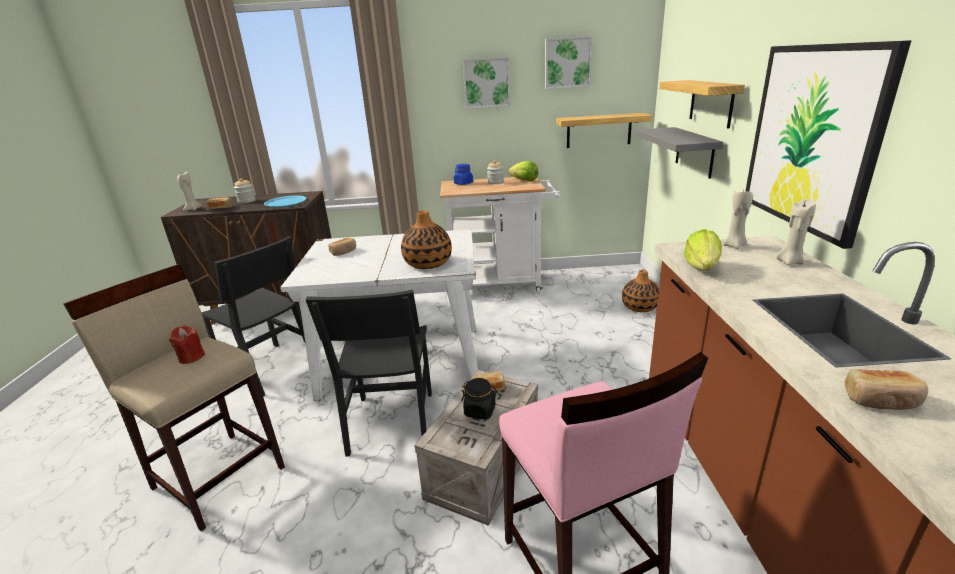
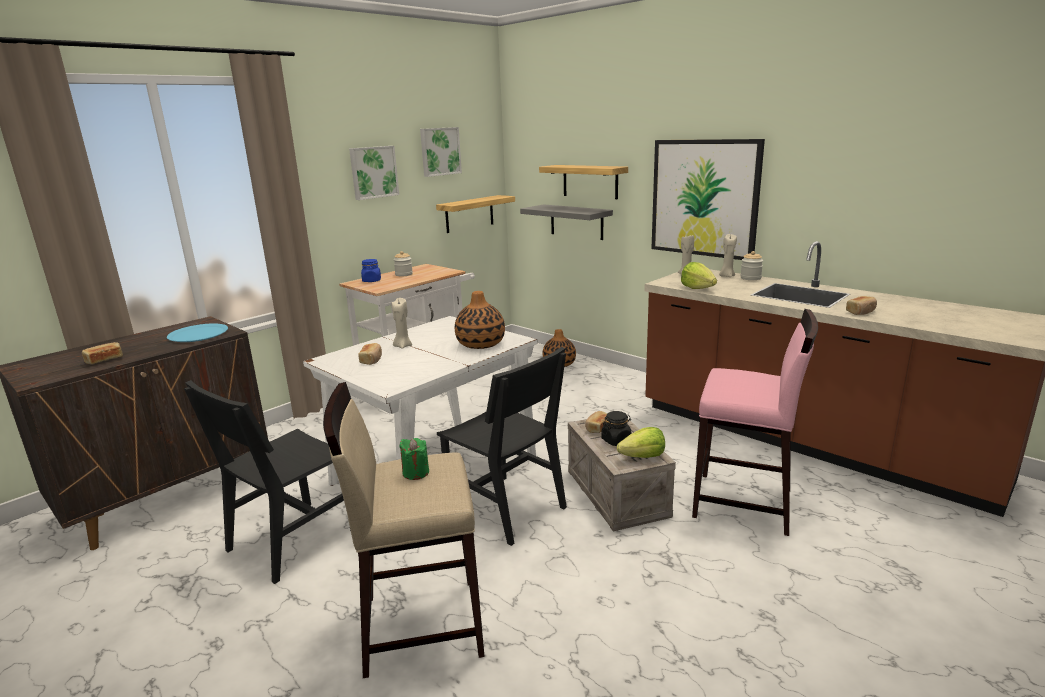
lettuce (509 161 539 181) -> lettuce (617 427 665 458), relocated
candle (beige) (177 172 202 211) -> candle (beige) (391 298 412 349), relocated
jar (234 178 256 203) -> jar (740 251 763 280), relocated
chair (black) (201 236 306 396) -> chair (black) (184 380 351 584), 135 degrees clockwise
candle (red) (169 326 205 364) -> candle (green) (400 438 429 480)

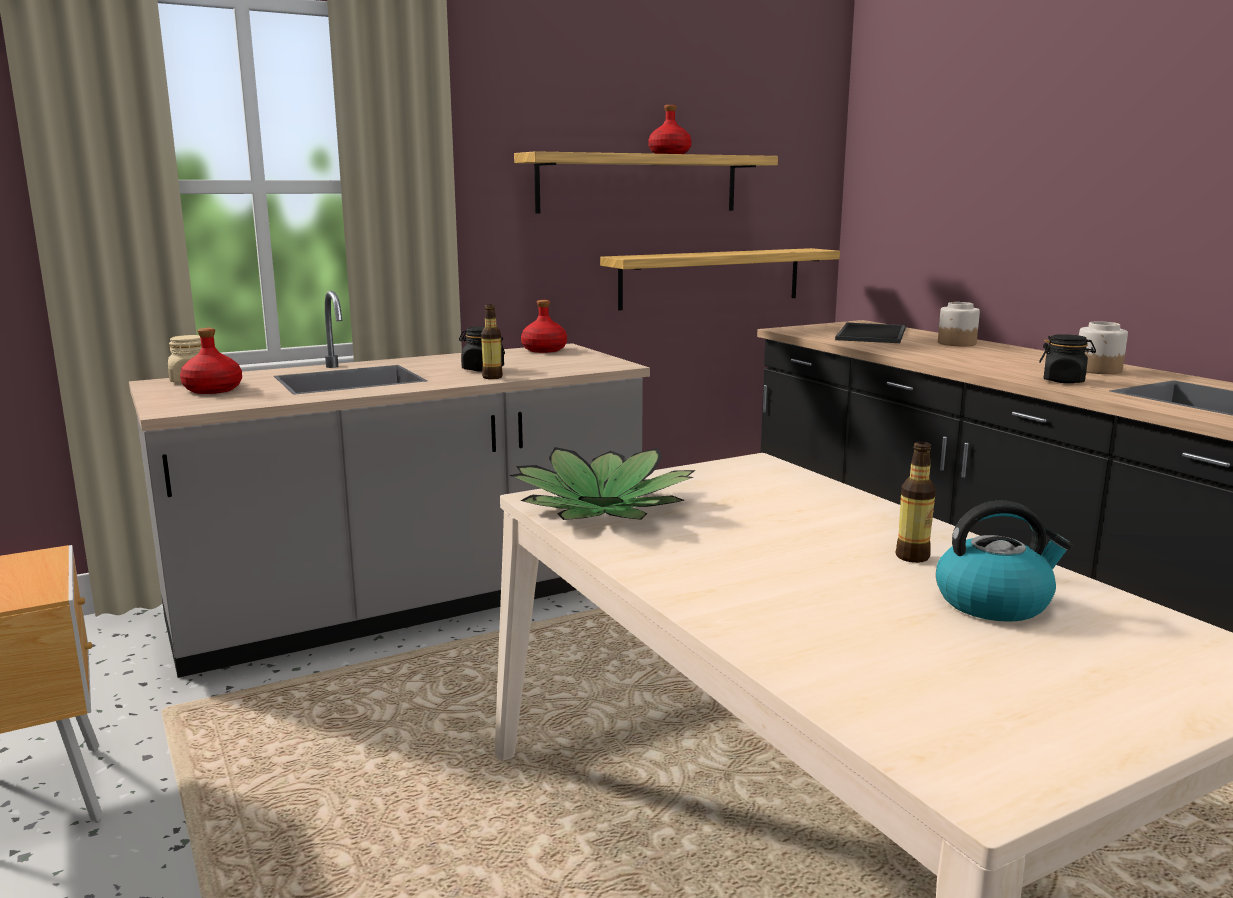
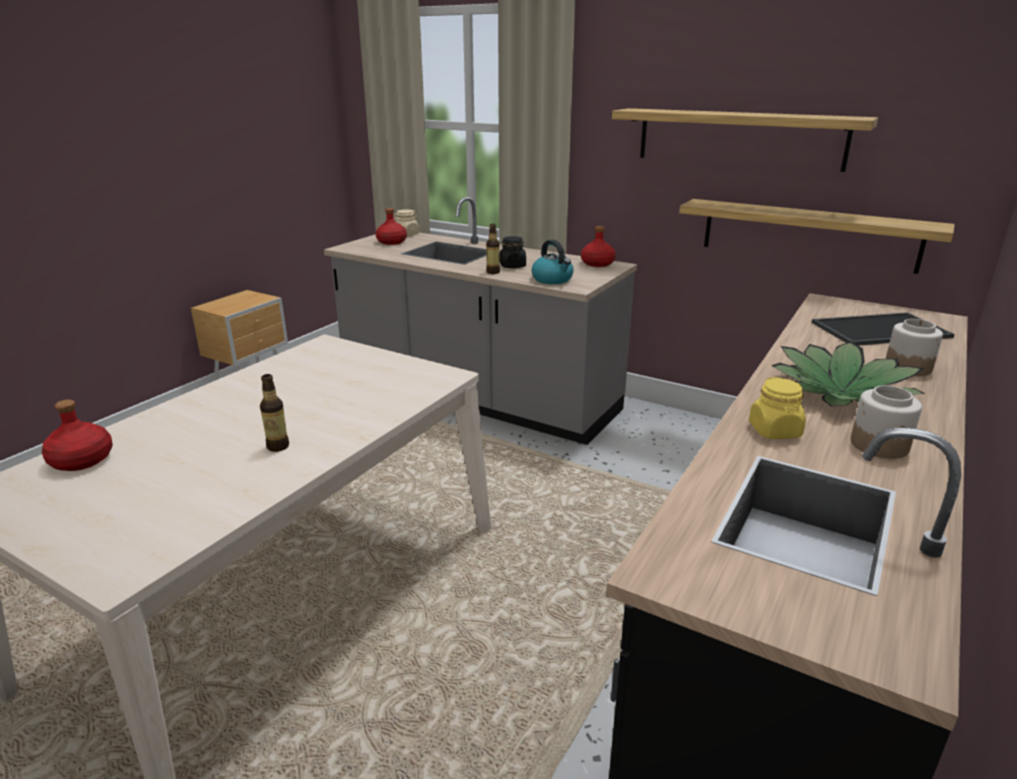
bottle (red) (648 105 692 154) -> bottle (red) (42 399 113 471), relocated
jar (black) (1039 334 1096 383) -> jar (yellow) (749 377 806 439)
potted plant (509 447 696 520) -> potted plant (771 341 926 406), relocated
kettle (936 500 1072 622) -> kettle (532 240 573 284), relocated

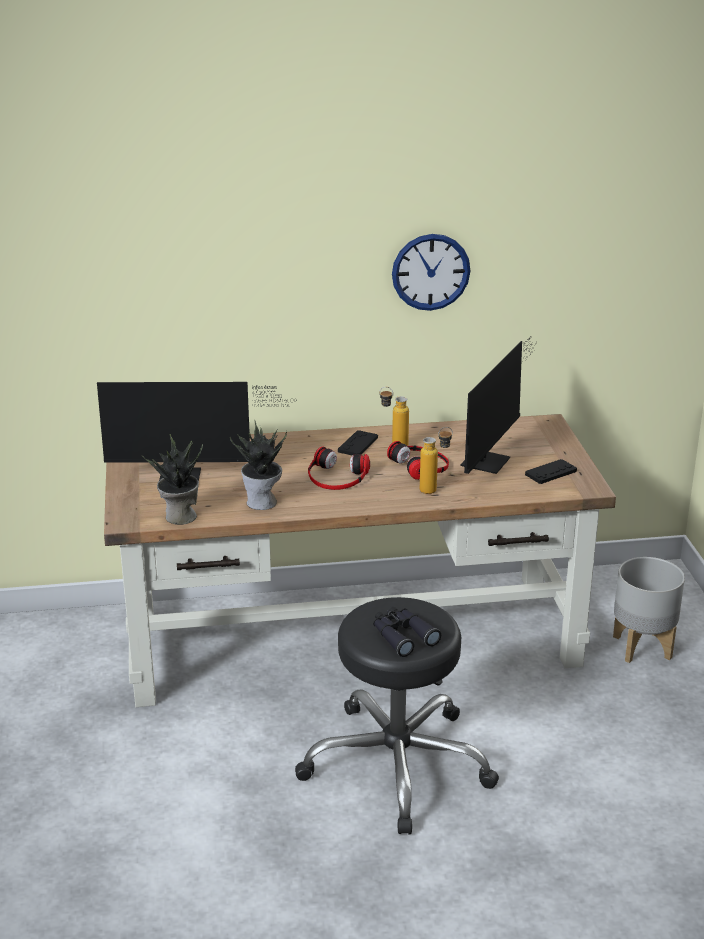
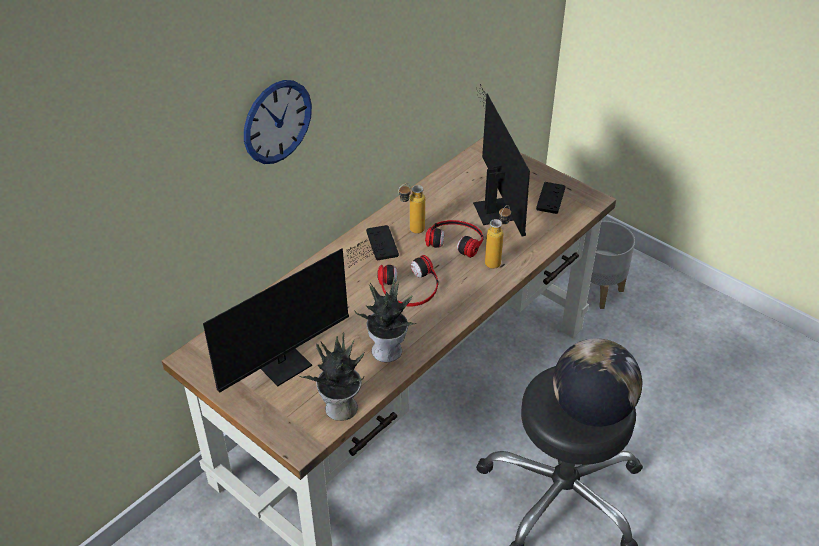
wall clock (392 234 470 311) -> wall clock (244 80 312 164), relocated
binoculars (black) (373 607 441 657) -> globe (553 338 642 427)

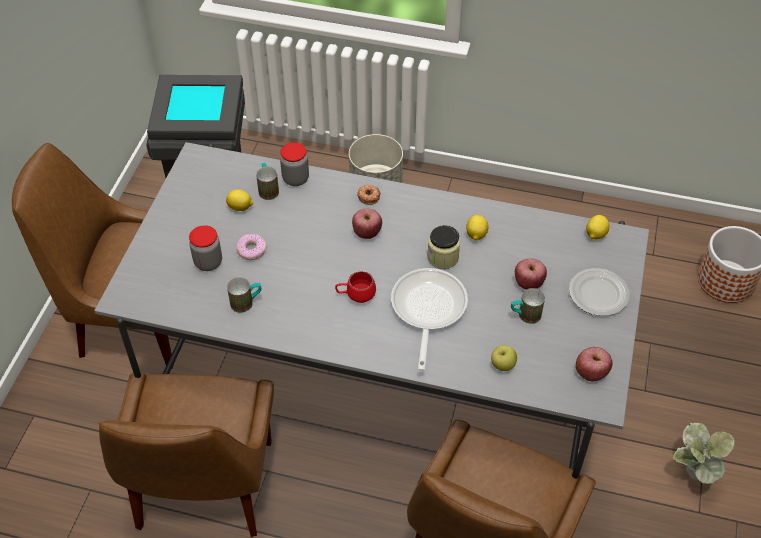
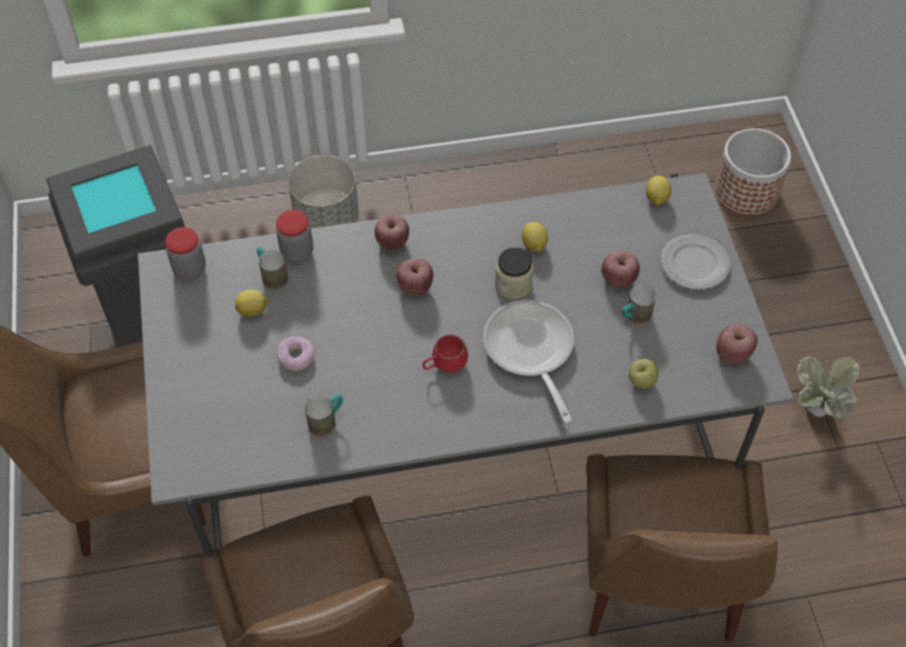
donut (357 185 381 205) -> apple (375 214 409 250)
jar (189 225 222 271) -> jar (165 227 206 280), relocated

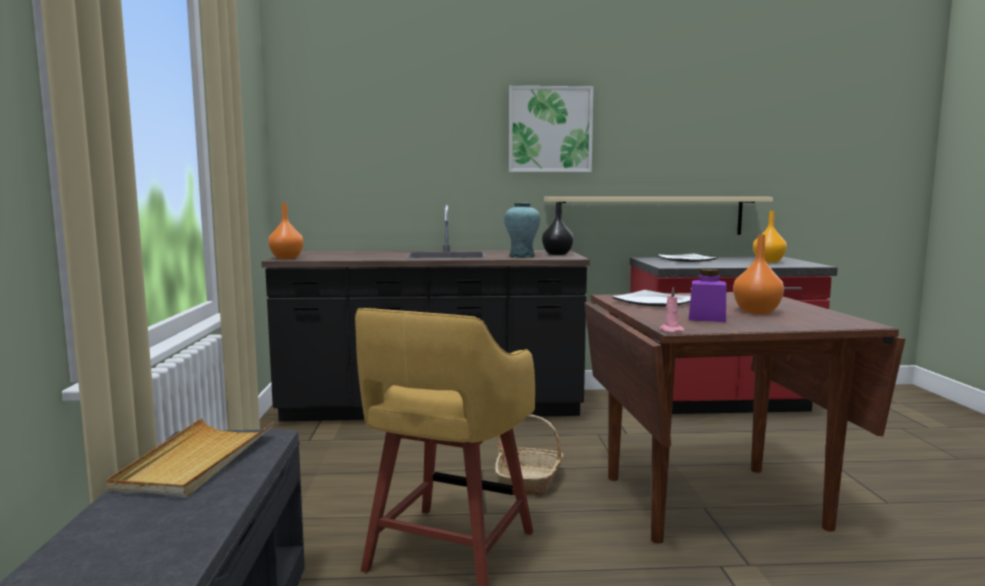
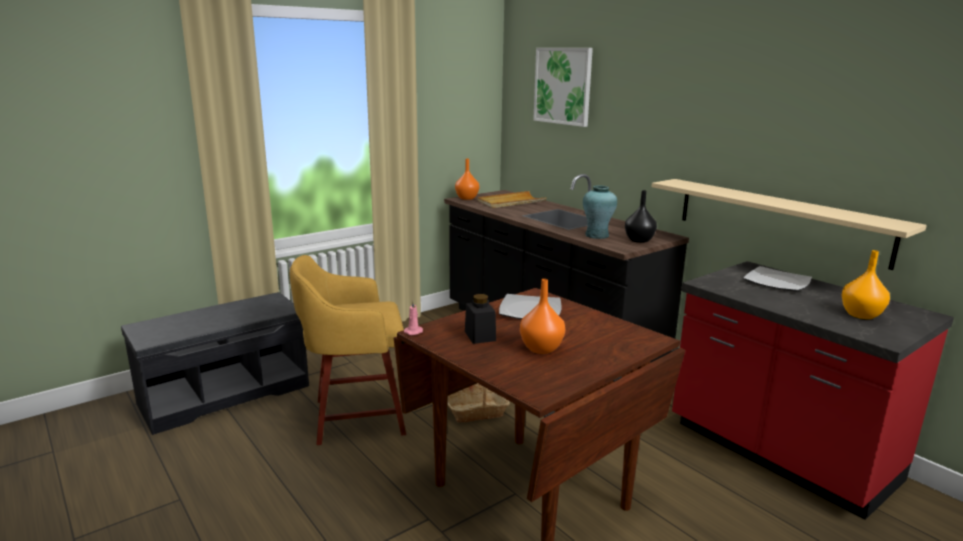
picture (509 86 594 172) -> picture (533 48 593 127), relocated
jar (purple) (689 269 726 322) -> jar (black) (465 294 496 344)
tray (beige) (106 418 274 497) -> tray (beige) (477 191 547 208), relocated

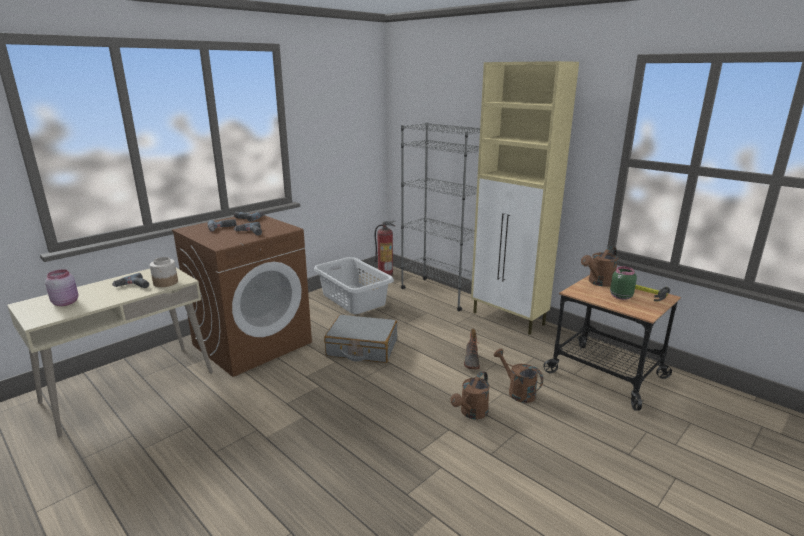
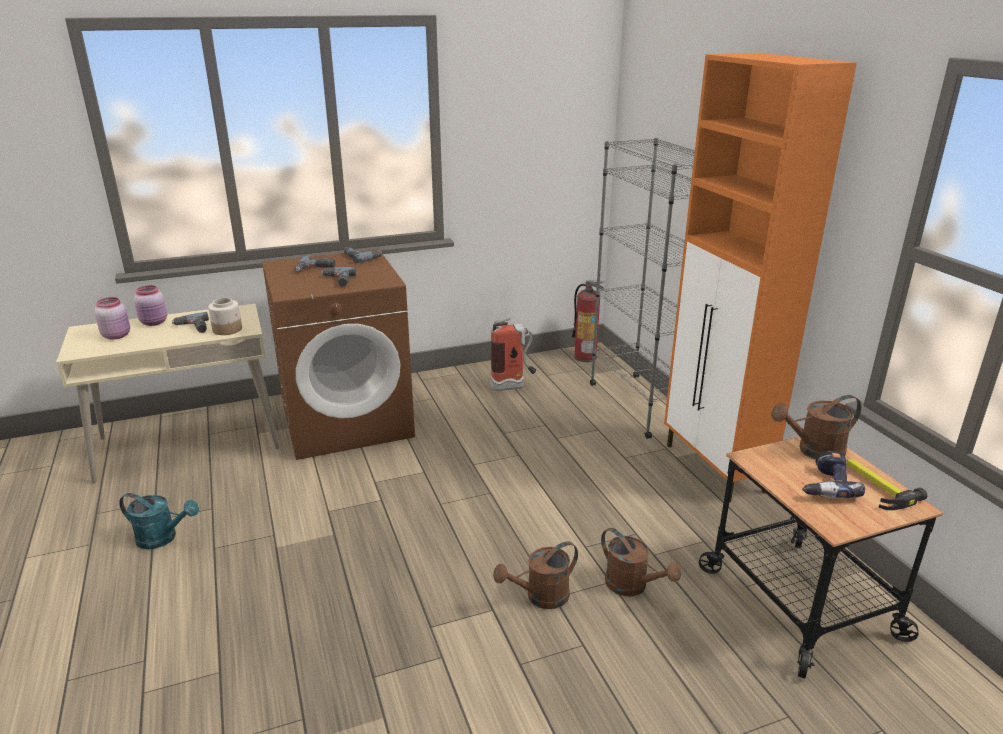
cabinet (beige) (471 61 579 335) -> cabinet (orange) (664 53 857 502)
laundry basket (grey) (314 257 394 314) -> fire extinguisher (490 318 536 391)
jar (green) (610 266 637 300) -> power drill (803 451 865 498)
suitcase (grey) (324 315 397 363) -> none
boot (464 329 480 369) -> none
watering can (brown) (494 349 543 403) -> watering can (brown) (601 528 681 596), 150 degrees clockwise
none -> jar (pink) (134 285 167 326)
none -> watering can (turquoise) (119 493 199 549)

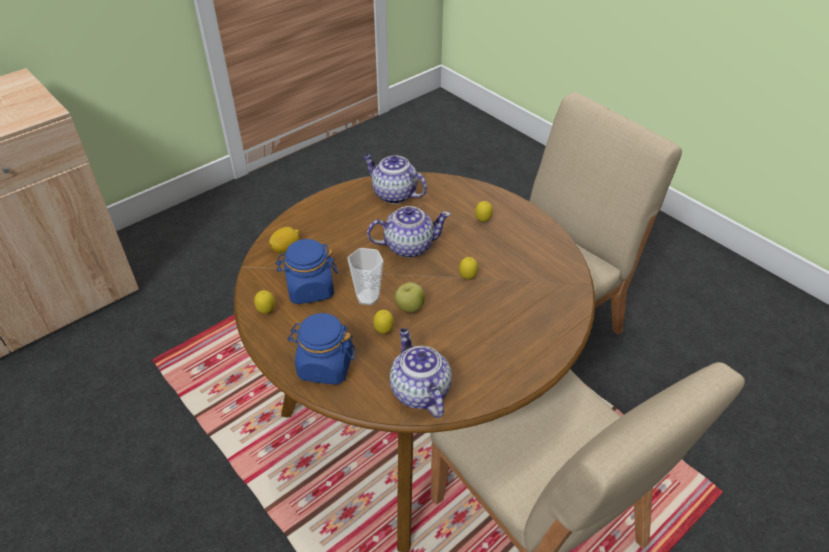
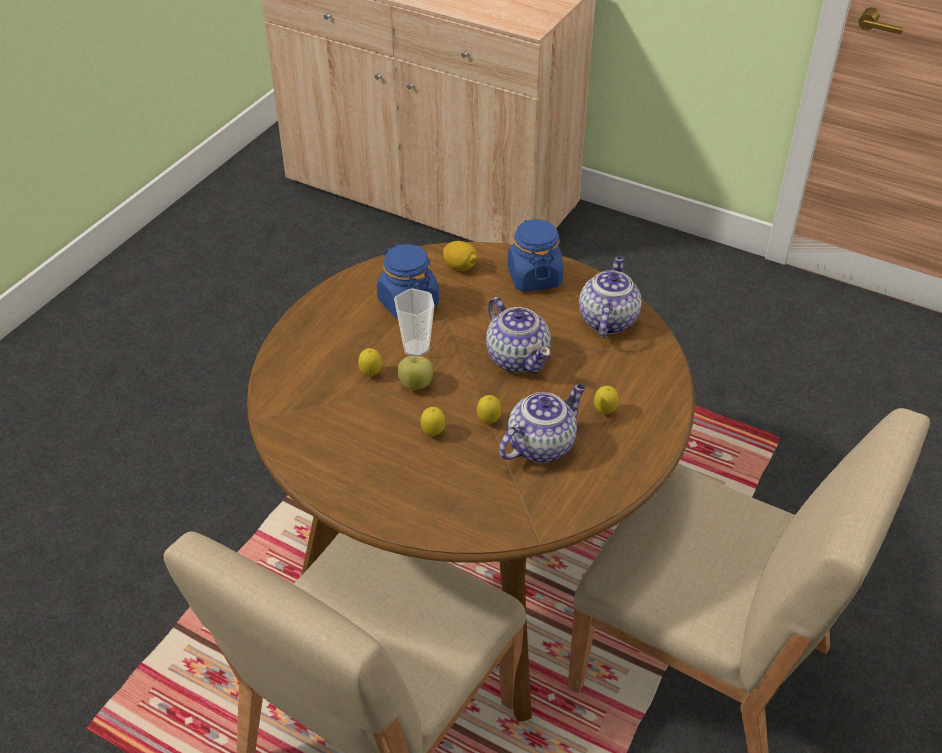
lemon (254 290 275 314) -> lemon (421 407 445 436), relocated
jar (blue) (288 313 356 385) -> jar (blue) (508 219 564 291), relocated
teapot (390 328 452 418) -> teapot (499 384 586 463), relocated

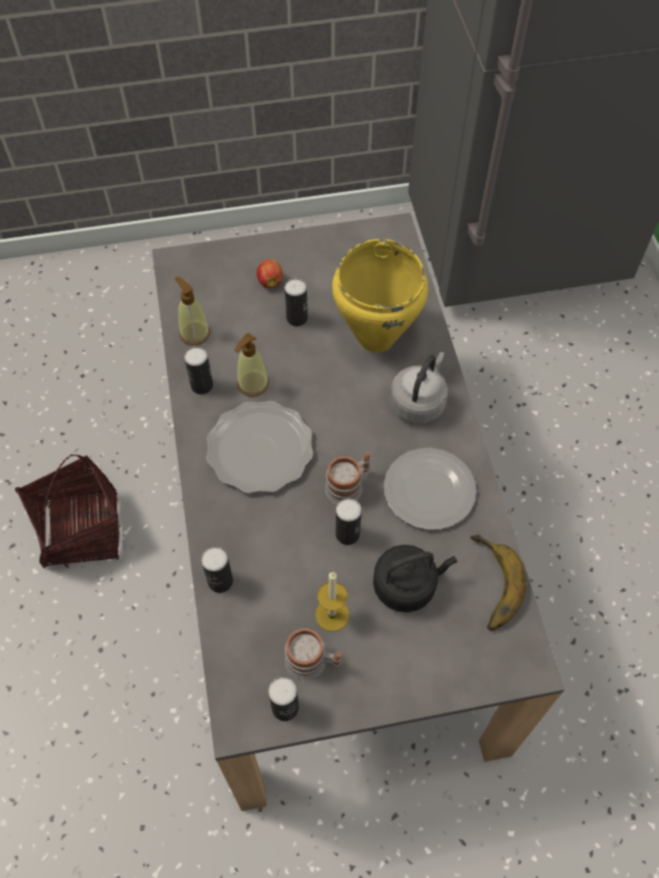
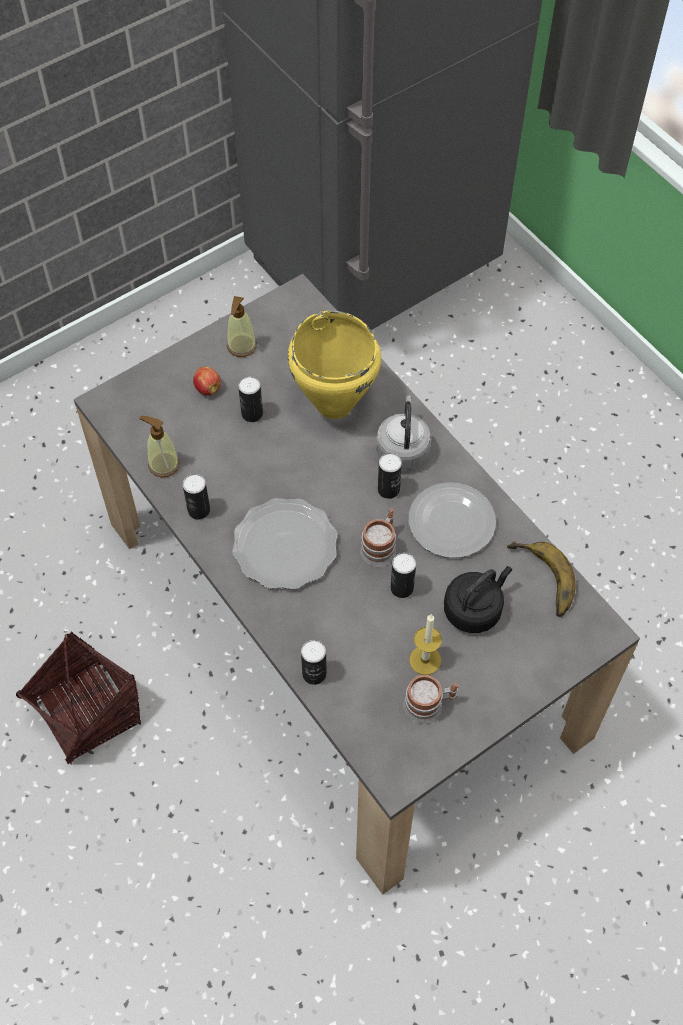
soap dispenser (234 333 269 397) -> soap dispenser (227 296 257 357), relocated
can (268 677 299 721) -> can (378 453 402 499), relocated

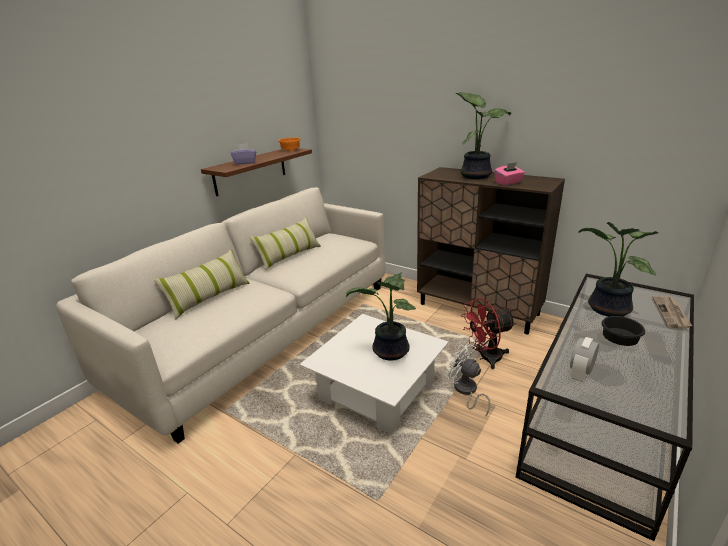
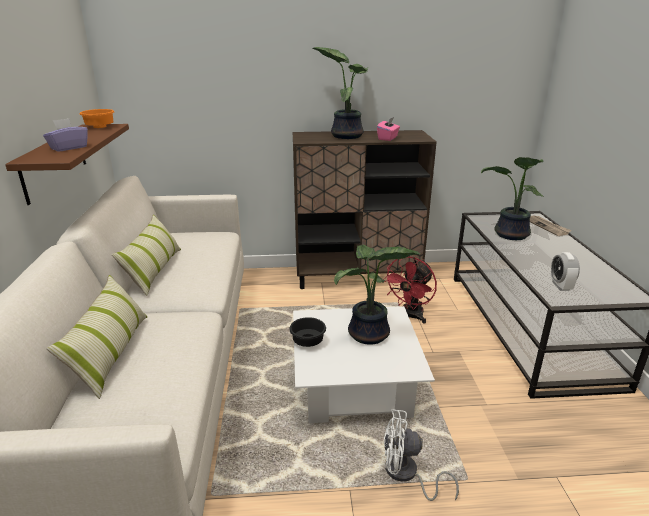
bowl (black) (601 316 645 346) -> bowl (black) (289 317 326 347), relocated
fan (white) (448 343 490 416) -> fan (white) (384 409 459 501), relocated

